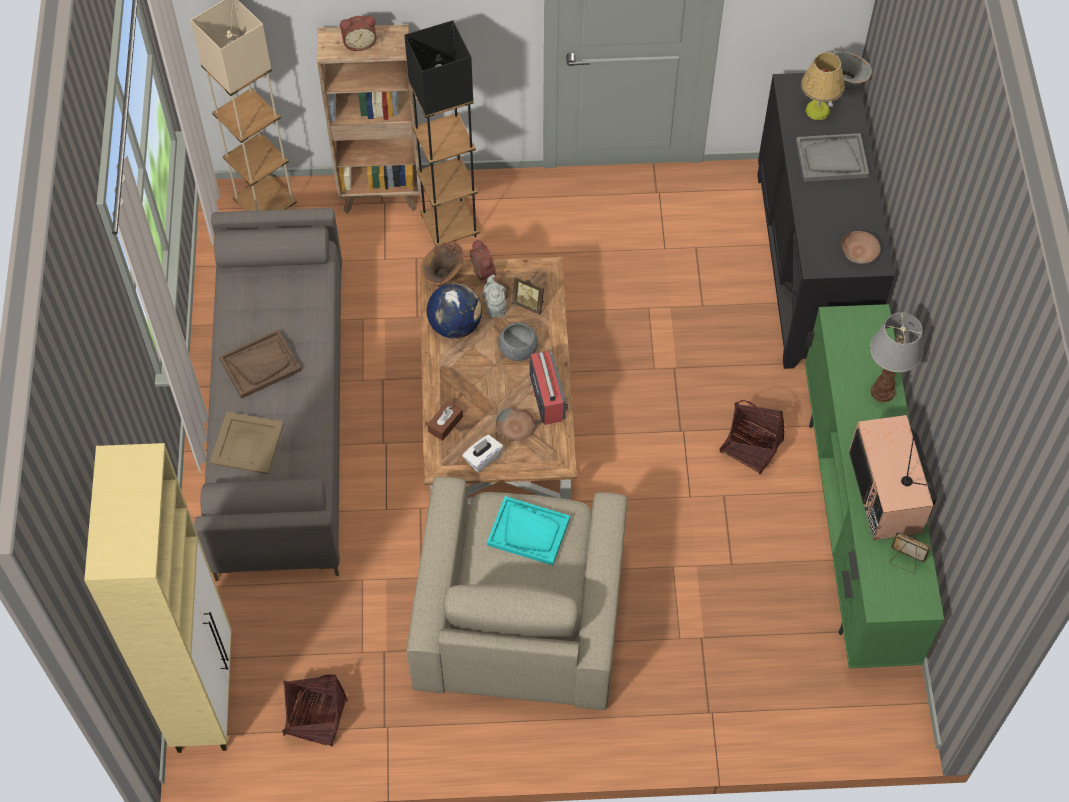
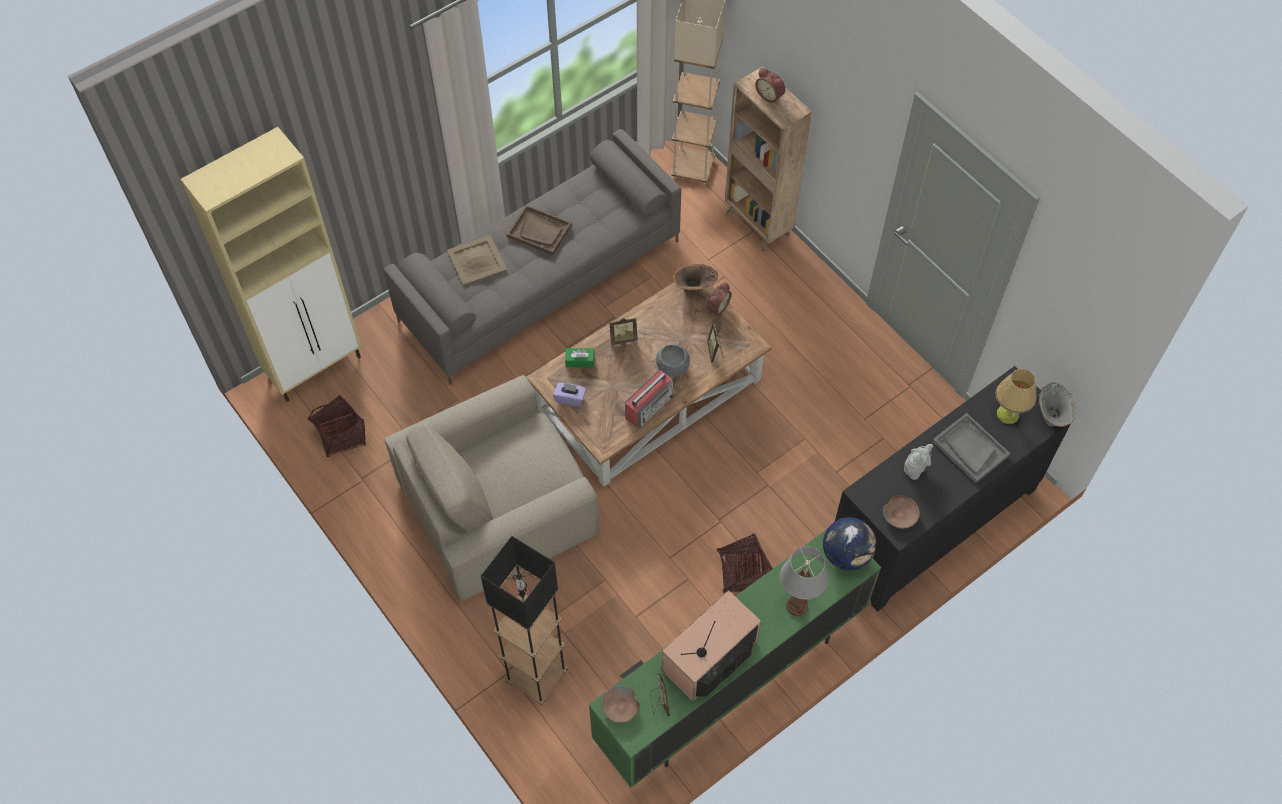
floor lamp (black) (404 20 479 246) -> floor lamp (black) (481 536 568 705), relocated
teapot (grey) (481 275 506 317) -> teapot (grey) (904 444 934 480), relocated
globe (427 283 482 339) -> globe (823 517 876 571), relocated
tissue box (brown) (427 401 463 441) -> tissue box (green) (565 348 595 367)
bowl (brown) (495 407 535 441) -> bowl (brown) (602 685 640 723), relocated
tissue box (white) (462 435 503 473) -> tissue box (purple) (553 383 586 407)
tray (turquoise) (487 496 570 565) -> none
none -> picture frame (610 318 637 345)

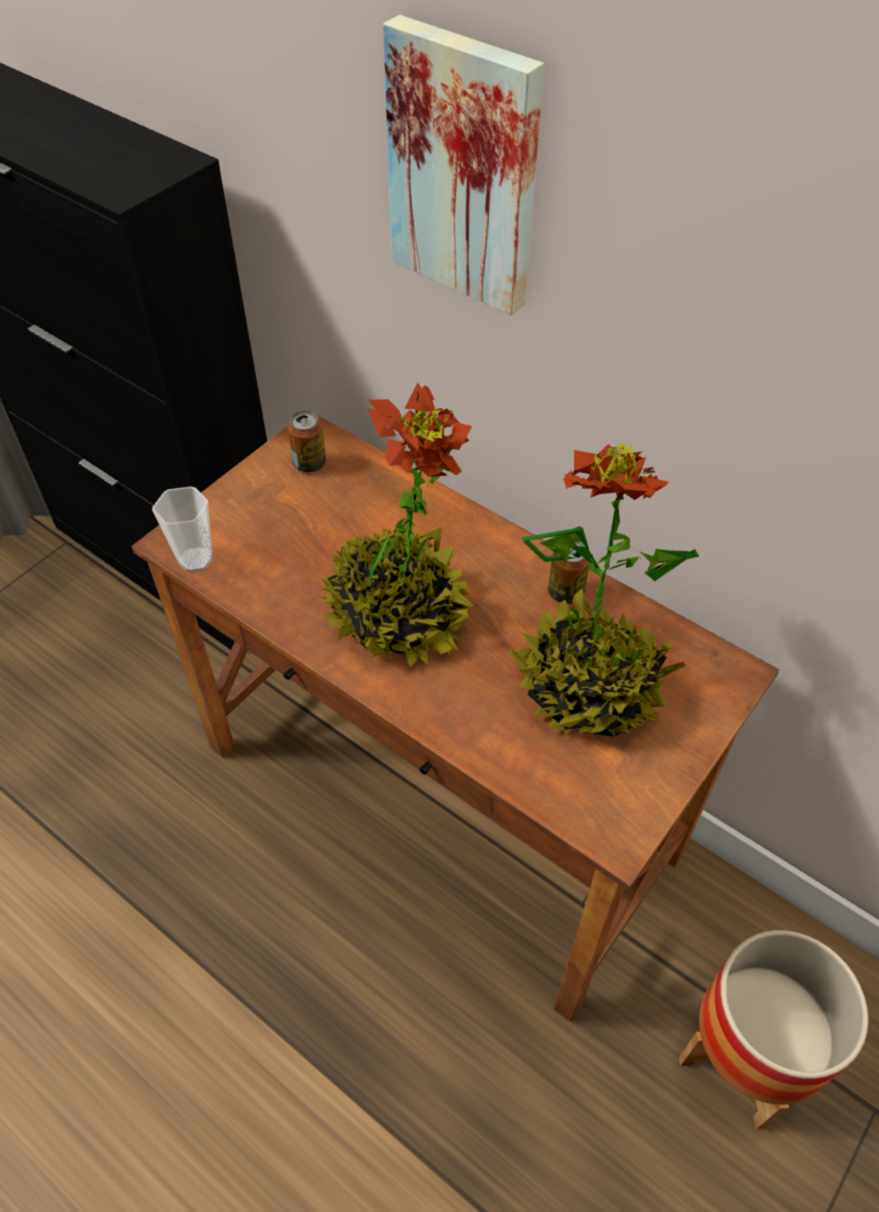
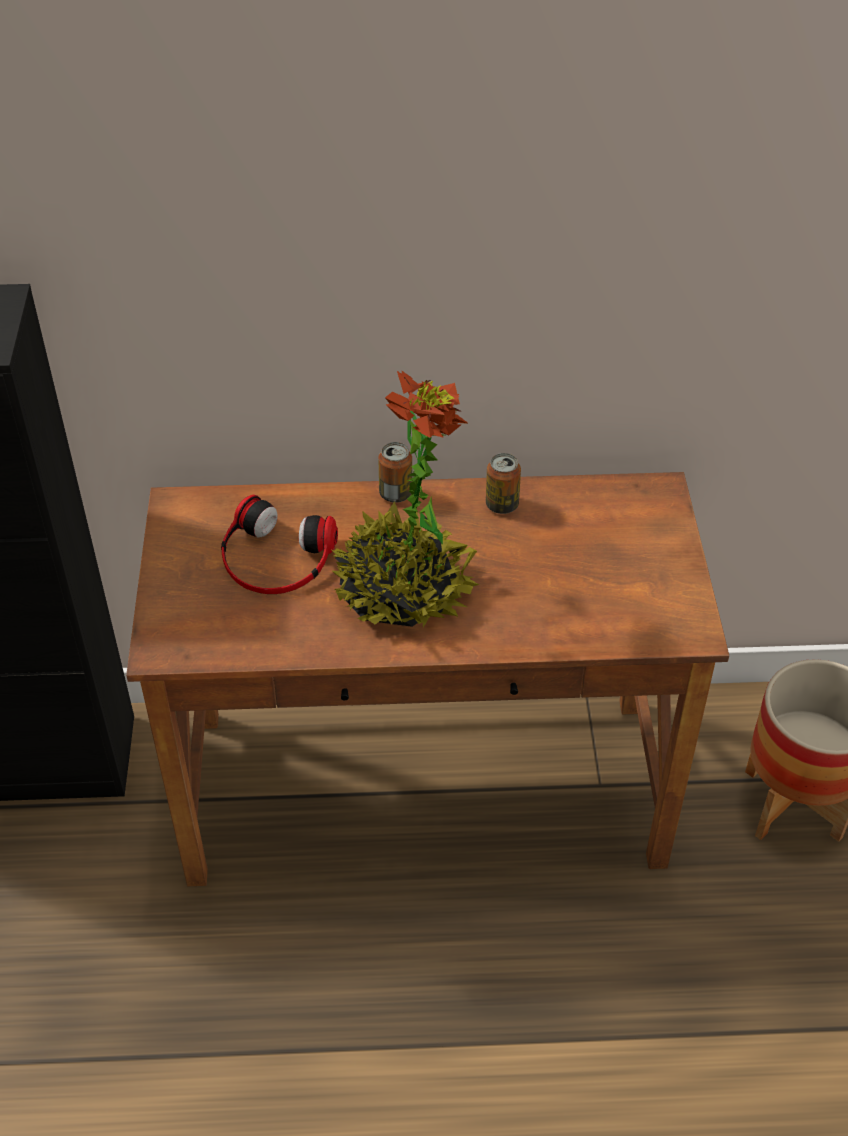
picture (383 15 544 315) -> none
can (288 411 326 472) -> can (378 442 412 503), relocated
potted plant (508 443 699 737) -> none
cup (152 486 213 572) -> none
none -> headphones (221 495 338 594)

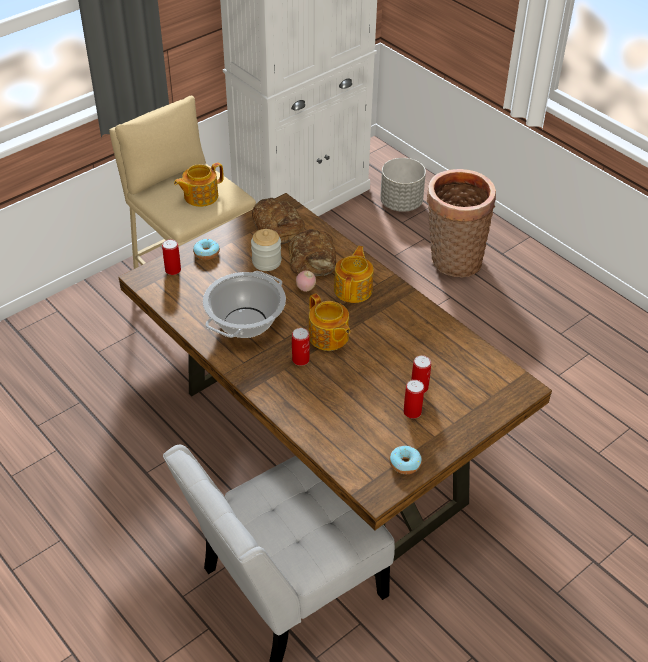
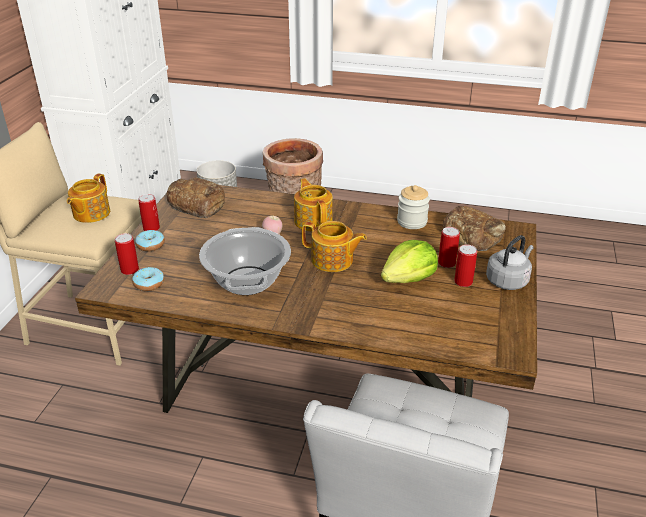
jar (251 229 281 271) -> jar (397 185 430 229), relocated
bread (288 229 336 276) -> bread (442 206 506 251), relocated
can (292 328 310 366) -> can (138 194 160 231), relocated
donut (390 446 422 474) -> donut (132 267 164 291), relocated
none -> kettle (grey) (486 235 534 290)
none -> lettuce (381 240 438 283)

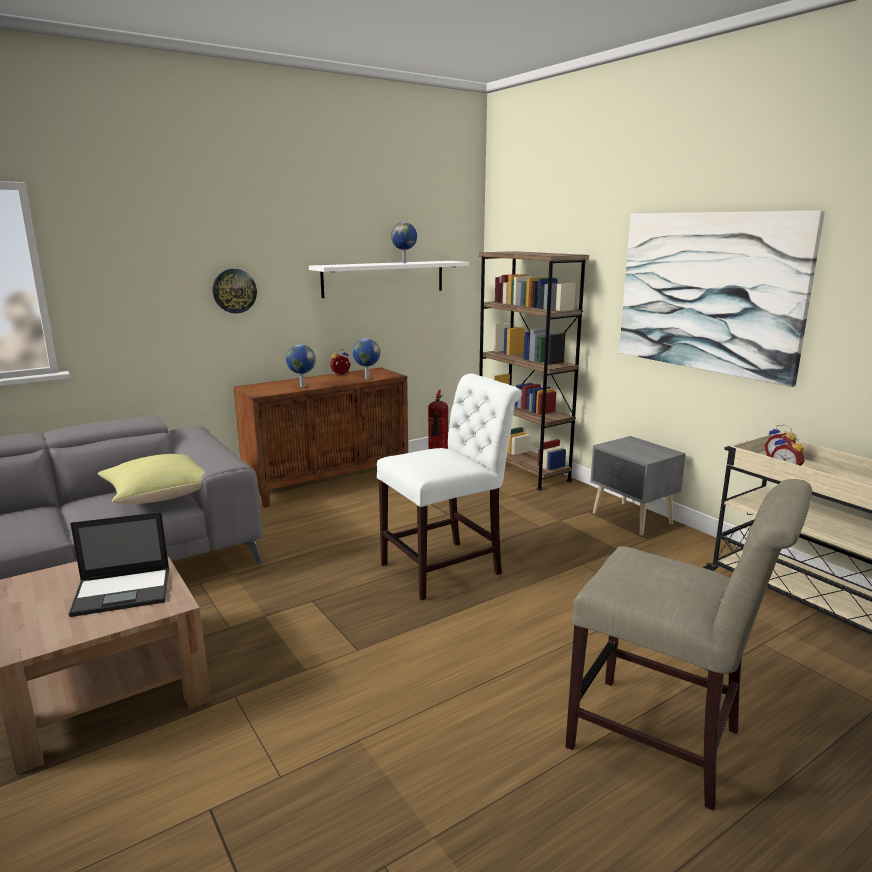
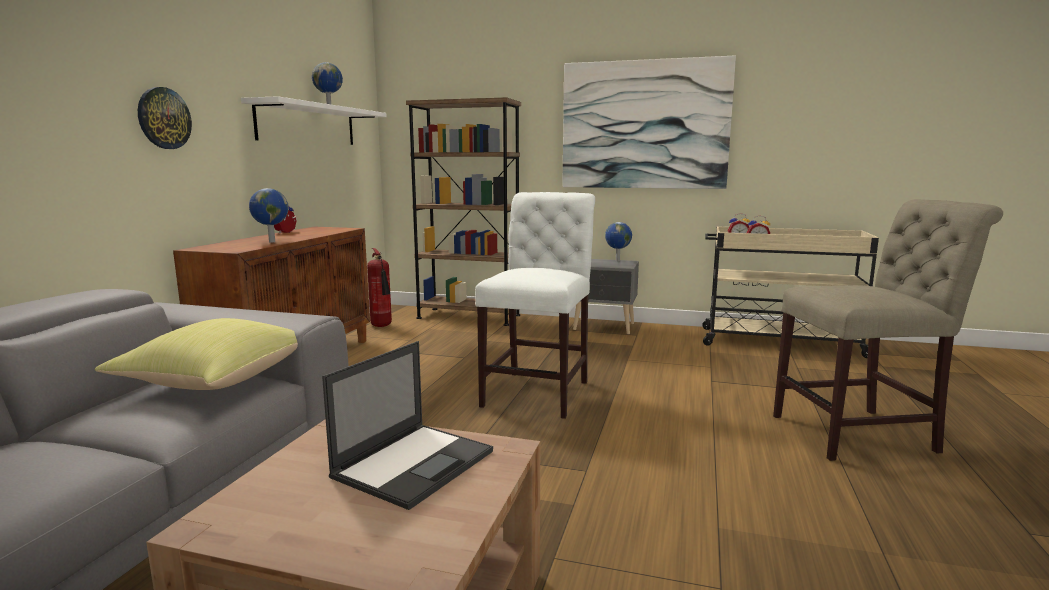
globe (353 338 380 379) -> globe (605 222 632 261), relocated

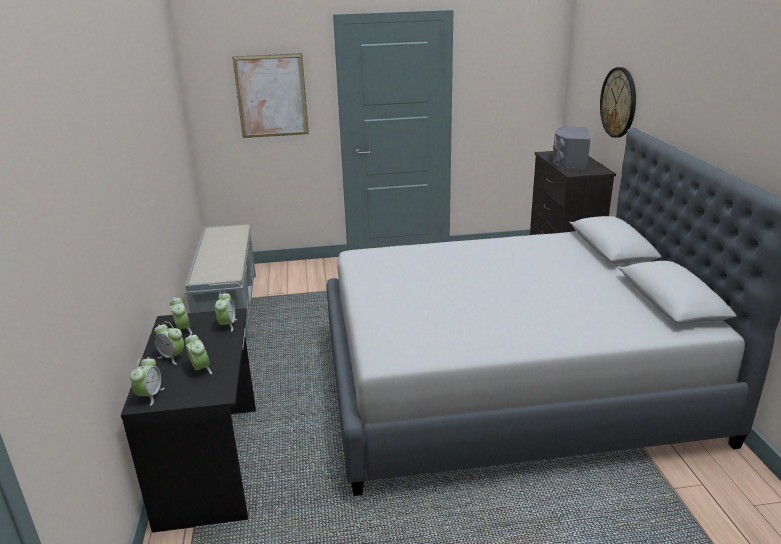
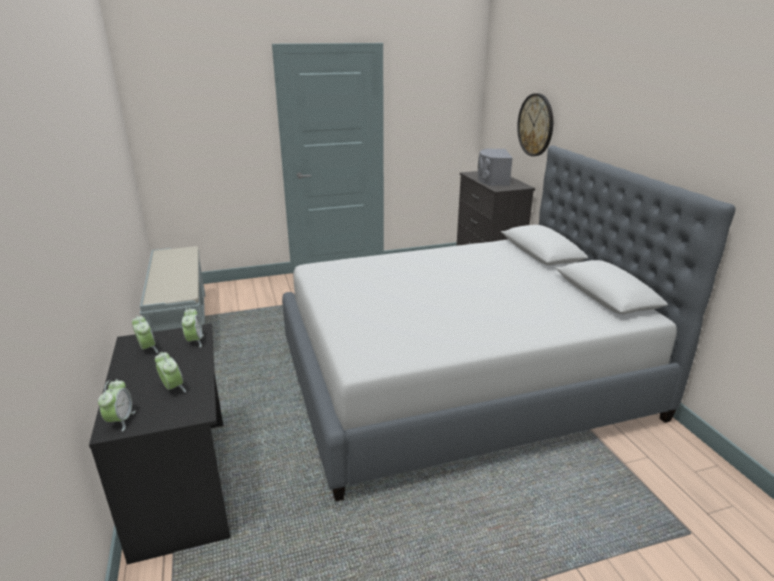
picture (232 53 309 138) -> none
alarm clock (154 322 184 365) -> none

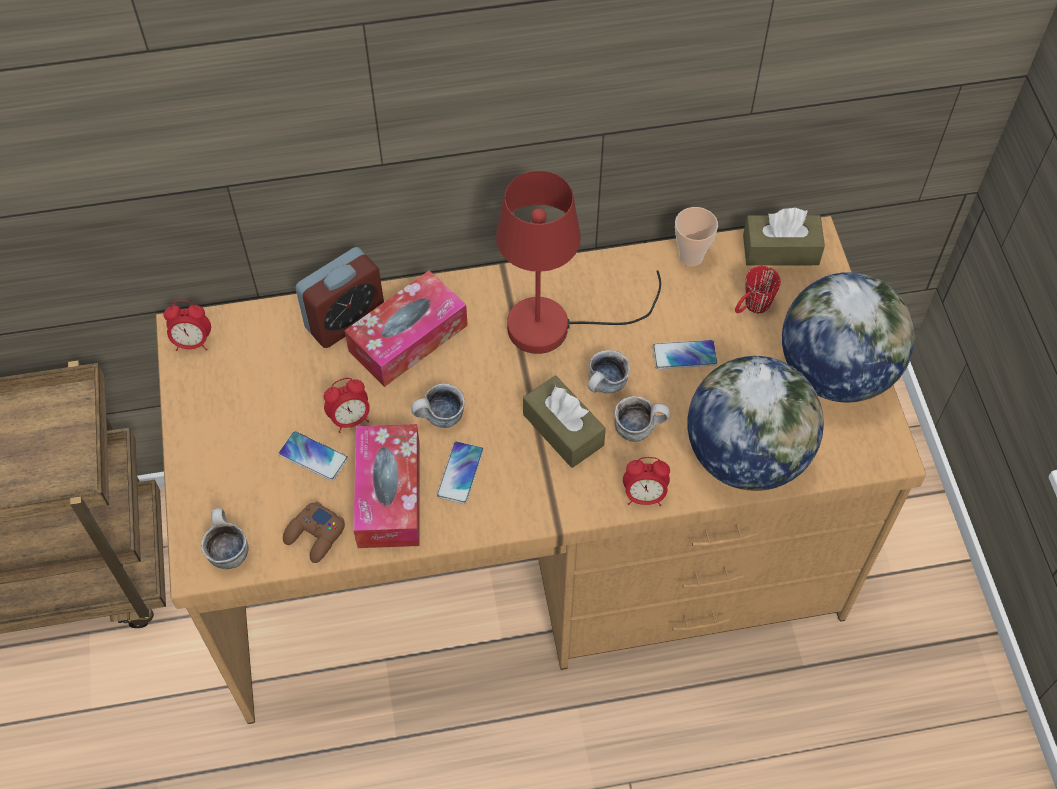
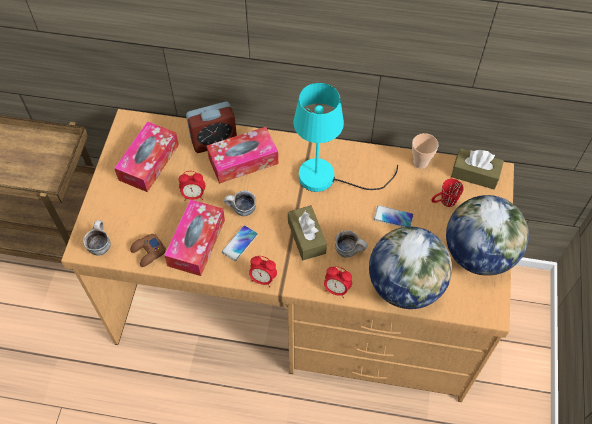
table lamp (red) (496 171 661 354) -> table lamp (turquoise) (293 83 398 192)
alarm clock (164 300 211 351) -> alarm clock (249 256 277 287), relocated
mug (587 350 630 394) -> none
phone (278 431 348 481) -> none
none -> tissue box (114 121 179 192)

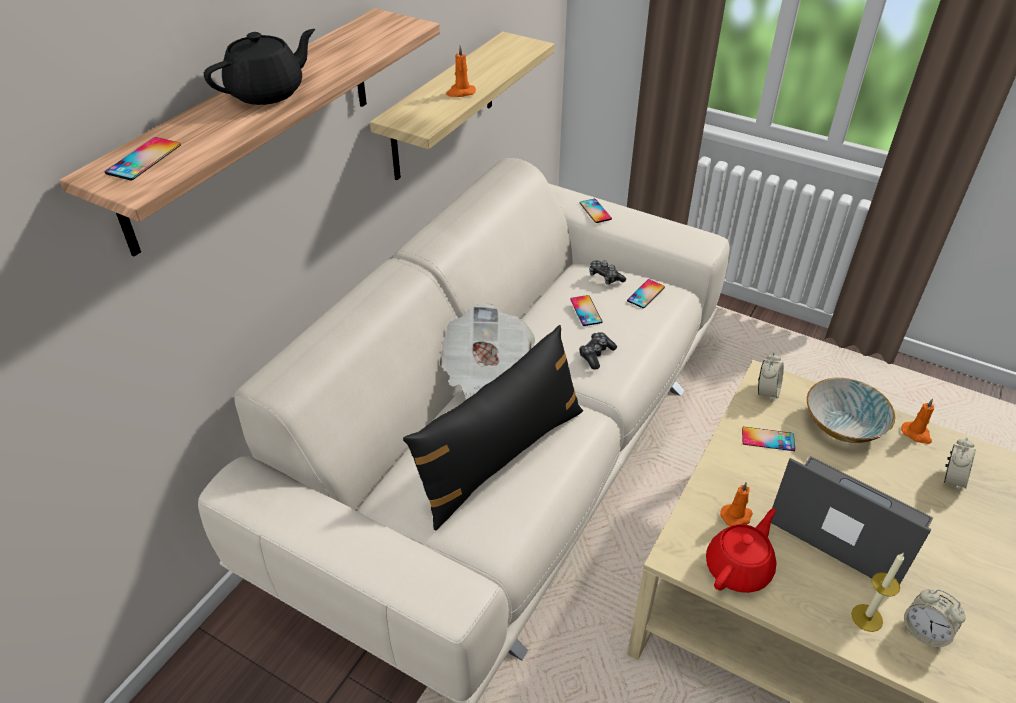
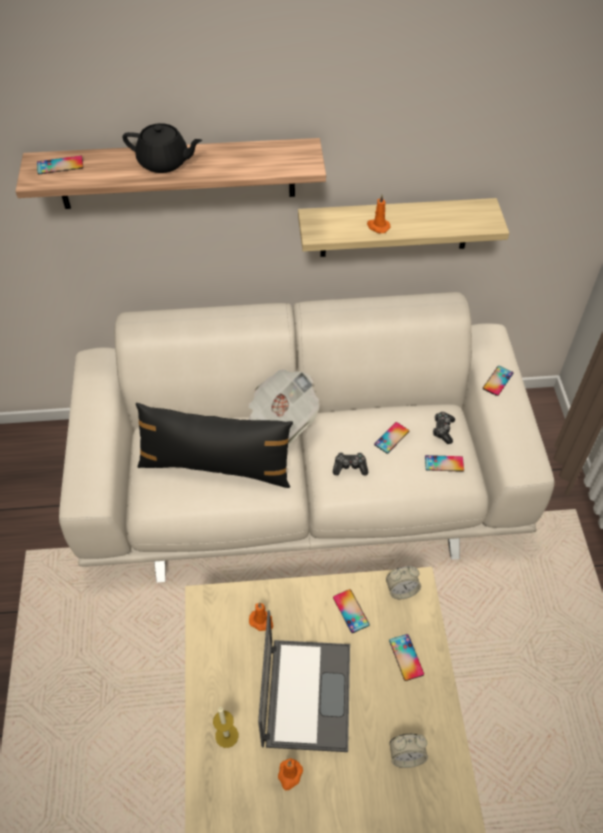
bowl (807 378 895 443) -> phone (389 634 424 681)
candle (orange) (901 399 935 444) -> candle (orange) (278 758 303 790), relocated
teapot (red) (706 508 776 593) -> none
alarm clock (904 589 966 649) -> none

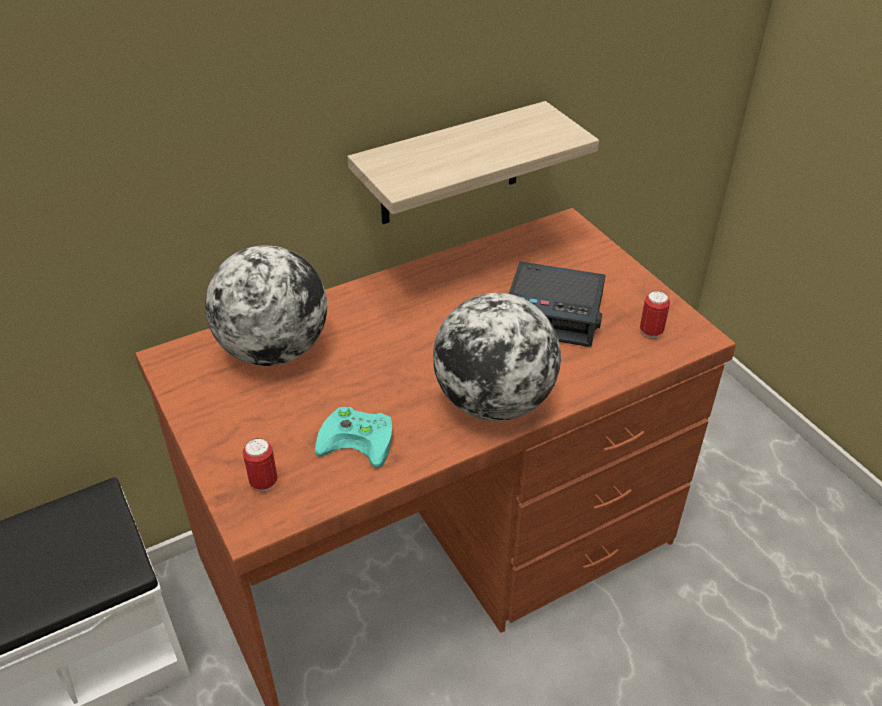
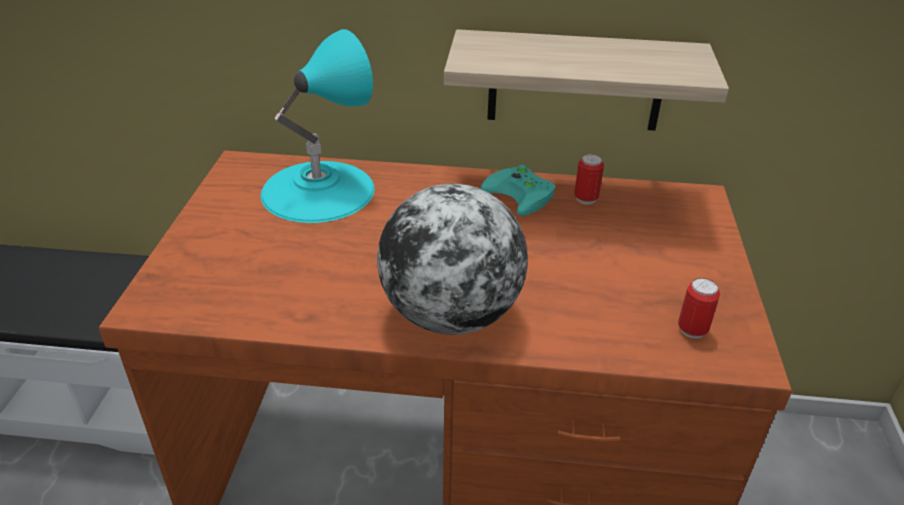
globe (205 245 327 366) -> table lamp (turquoise) (261 29 375 223)
alarm clock (509 262 606 347) -> none
game controller (turquoise) (315 407 392 468) -> game controller (turquoise) (481 165 556 216), relocated
can (243 438 277 491) -> can (574 154 604 204), relocated

